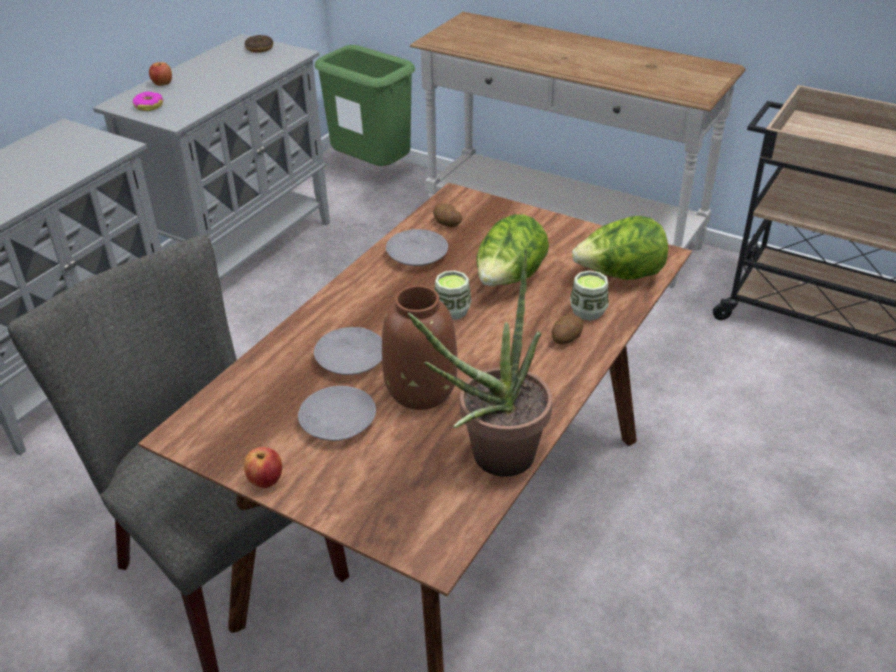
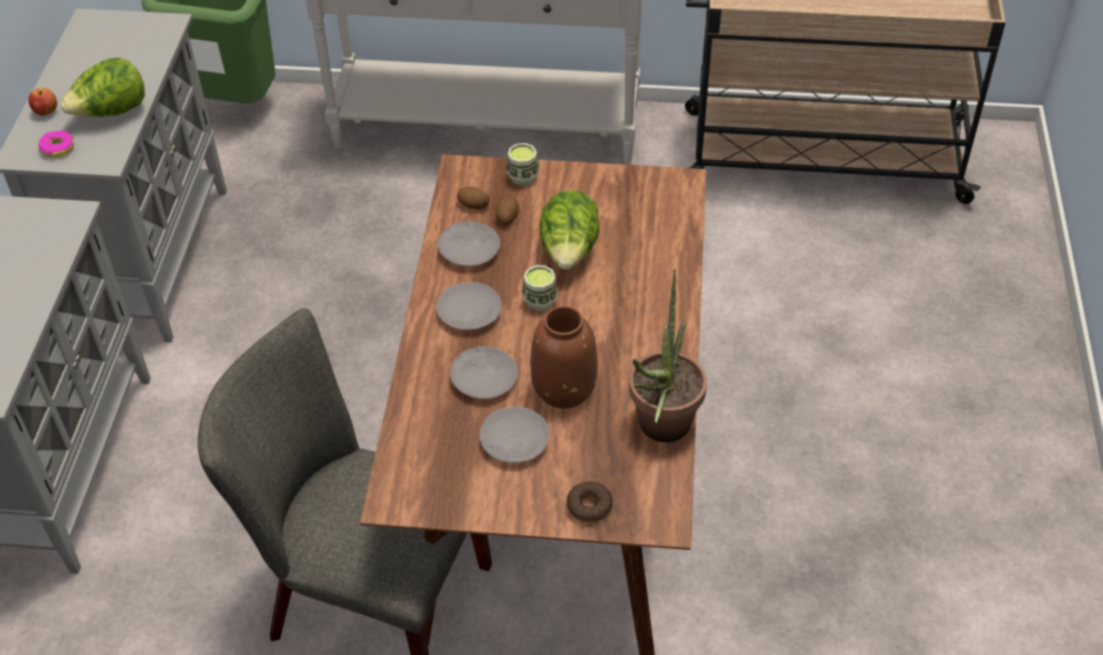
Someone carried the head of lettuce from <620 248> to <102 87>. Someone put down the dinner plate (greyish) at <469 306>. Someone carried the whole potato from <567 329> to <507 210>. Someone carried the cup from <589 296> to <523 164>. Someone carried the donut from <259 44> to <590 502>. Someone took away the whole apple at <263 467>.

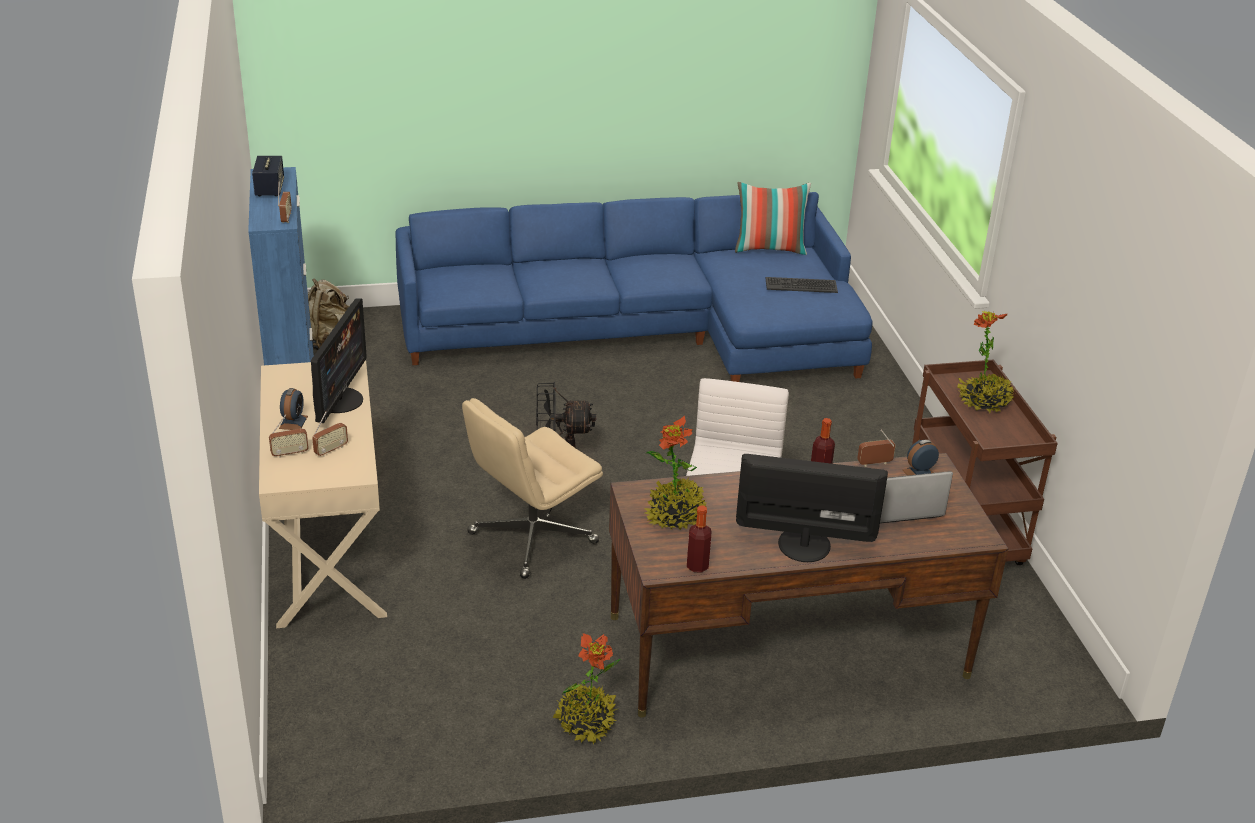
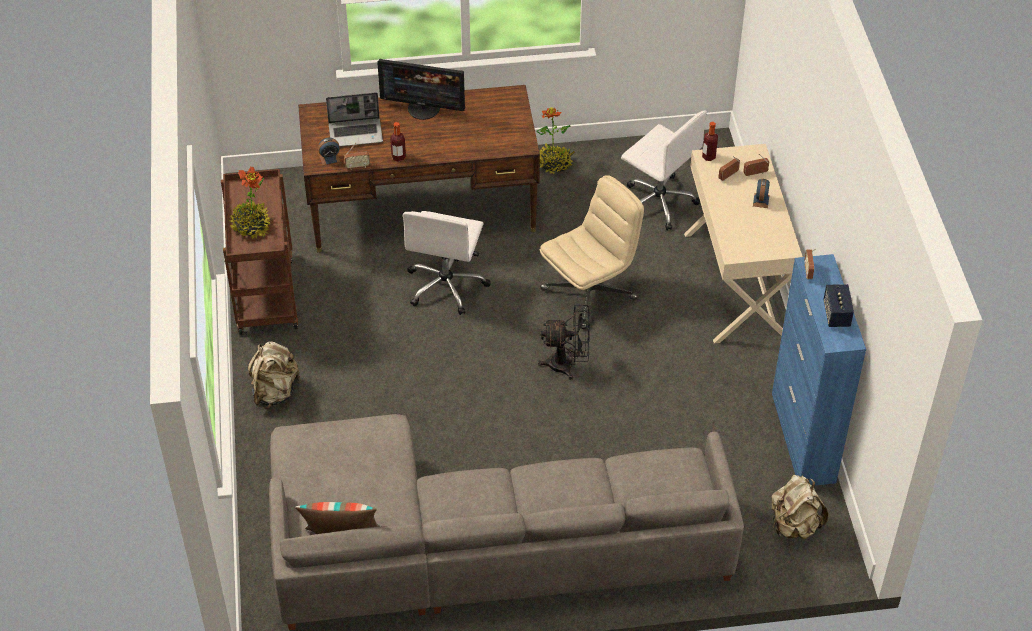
Someone put down the rucksack (beige-coloured) at <274 375>. Someone repainted the settee (blue-coloured) at <634 287>, which became the settee (greyish) at <506 522>. Someone put down the office chair (white) at <664 170>. Someone carried the drink bottle from <699 539> to <710 141>. Someone took away the computer screen at <339 360>. Someone took away the potted plant at <675 473>. Someone took away the keyboard at <802 285>.

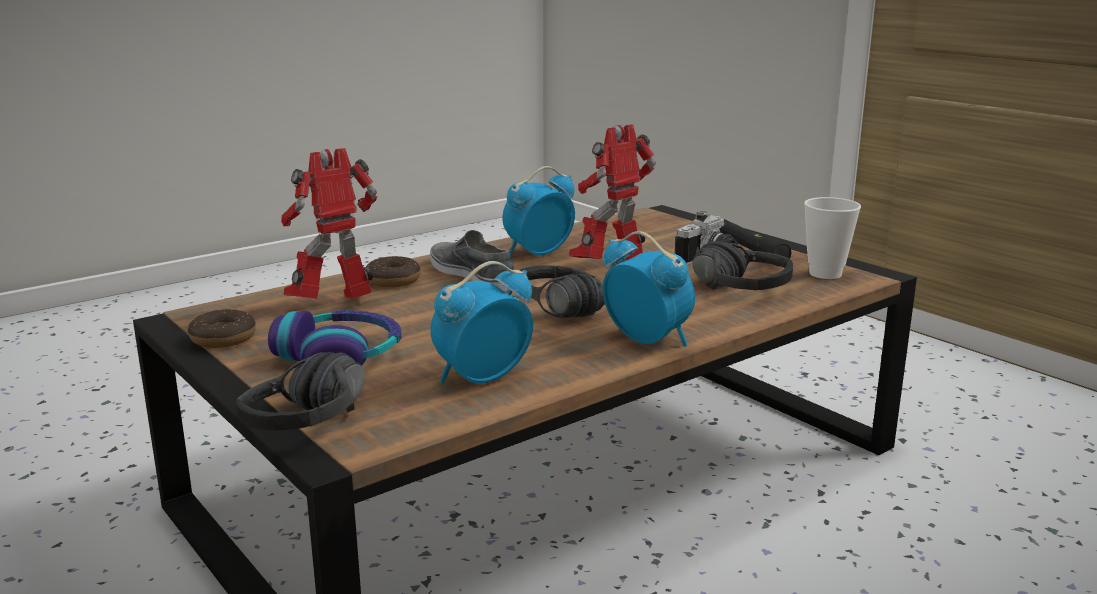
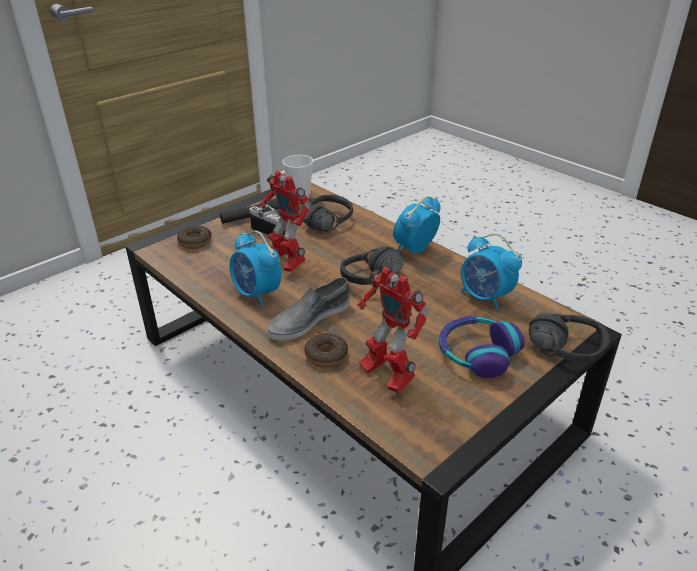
Someone carried the donut from <222 328> to <194 237>.

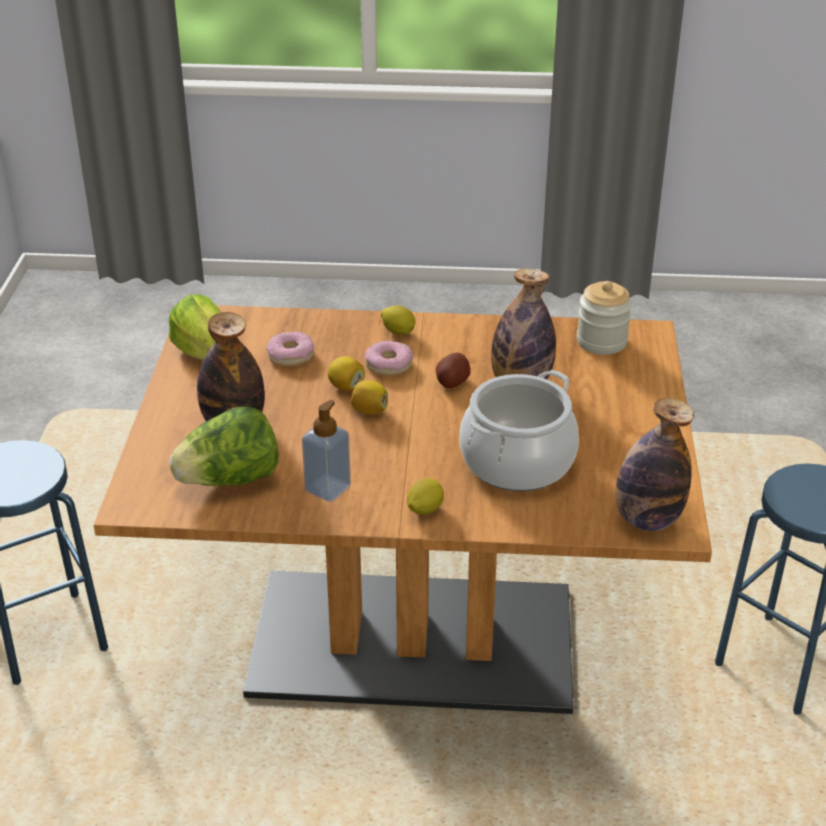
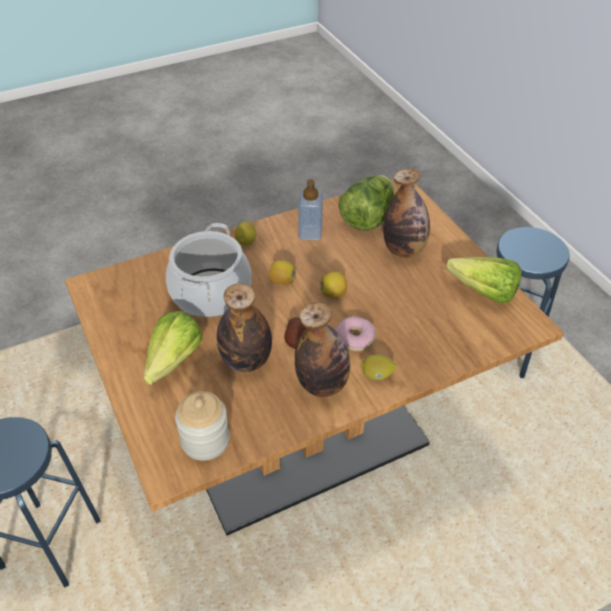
Someone put down the head of lettuce at <173 348>. Someone carried the lemon from <346 373> to <282 272>. Someone carried the drink bottle from <655 464> to <322 349>. Someone took away the donut at <290 349>.

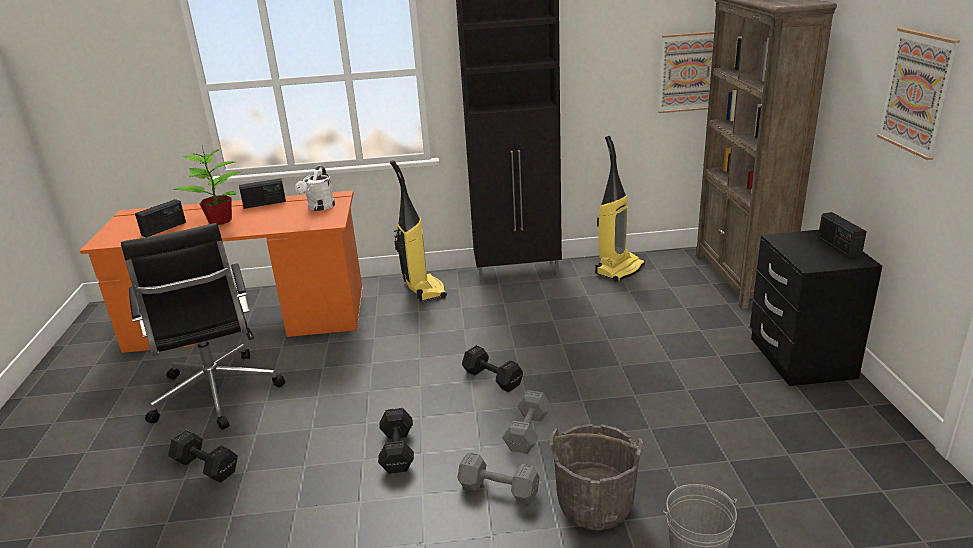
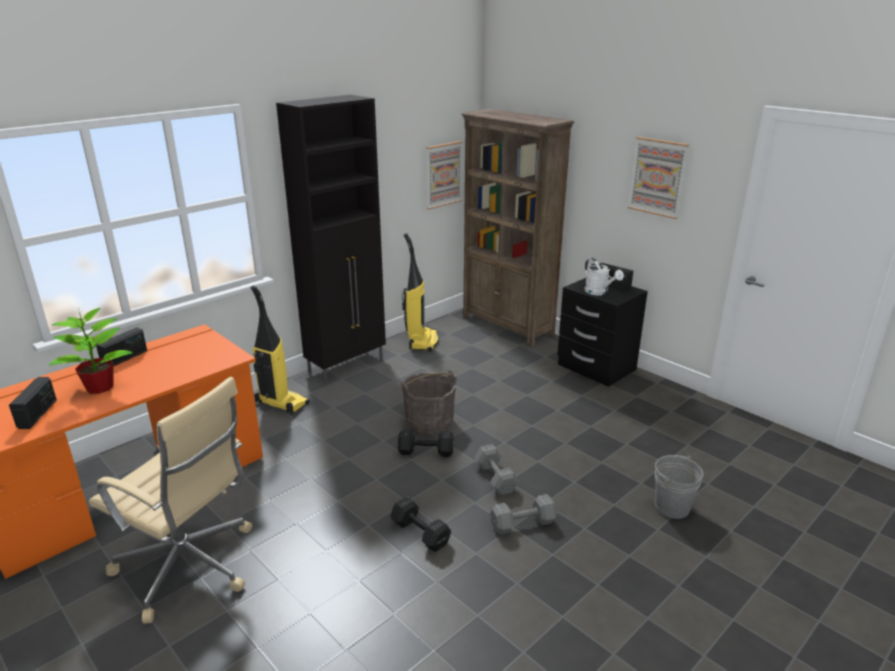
Someone repainted the office chair (blackish) at <203 326>, which became the office chair (beige-coloured) at <170 500>. Someone carried the pail (greyish) from <596 477> to <428 402>. Someone carried the watering can (white) from <315 188> to <604 277>. Someone took away the hand weight (blackish) at <203 456>.

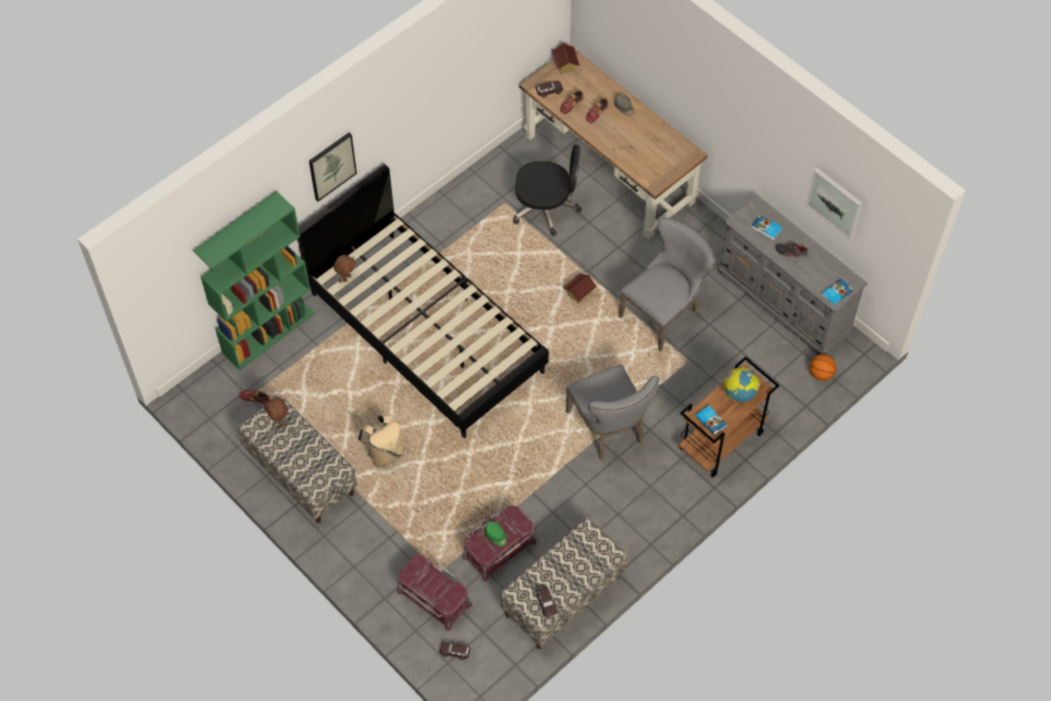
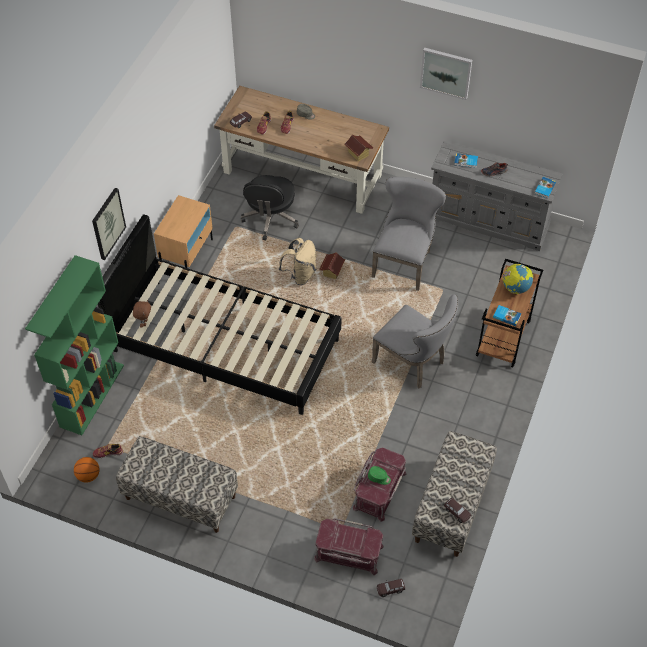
Someone carried the basketball ball from <822 367> to <87 470>. Someone put down the night table (beige-coloured) at <183 231>. Someone rotated the office chair (blackish) at <547 190> by 120 degrees clockwise. Someone carried the rucksack (beige-coloured) from <381 441> to <298 261>. Someone carried the miniature house from <566 58> to <359 148>. Someone carried the wall art from <834 204> to <446 73>. Someone took away the soft toy (brown-coloured) at <276 411>.

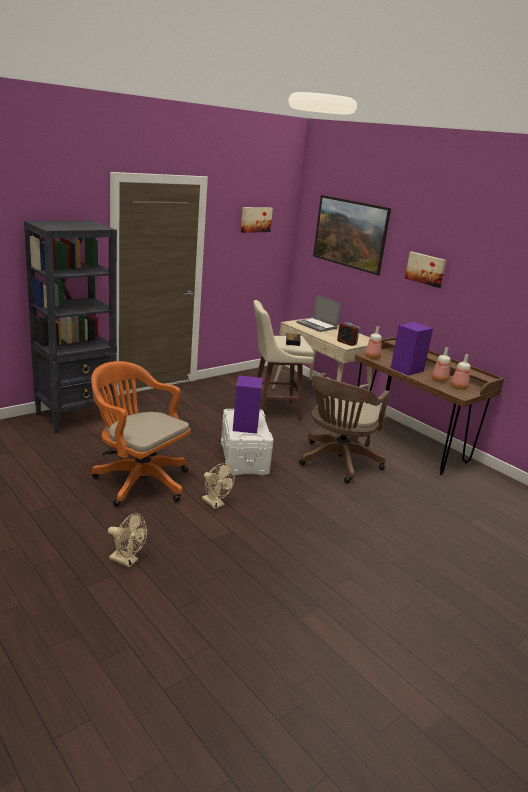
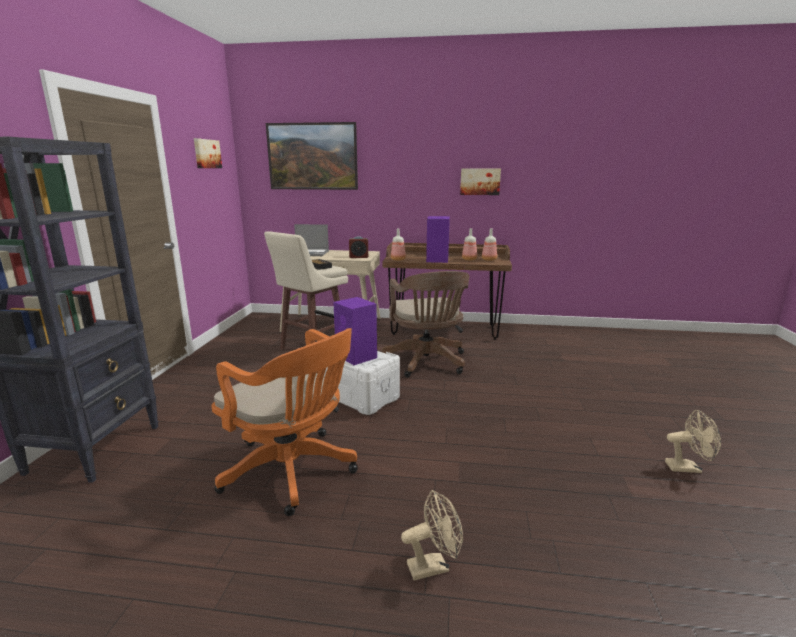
Someone rotated the office chair (orange) at <141 434> by 135 degrees counterclockwise. Someone carried the wall art from <425 270> to <480 181>. Someone carried the cooling fan (beige-coloured) from <218 486> to <693 441>.

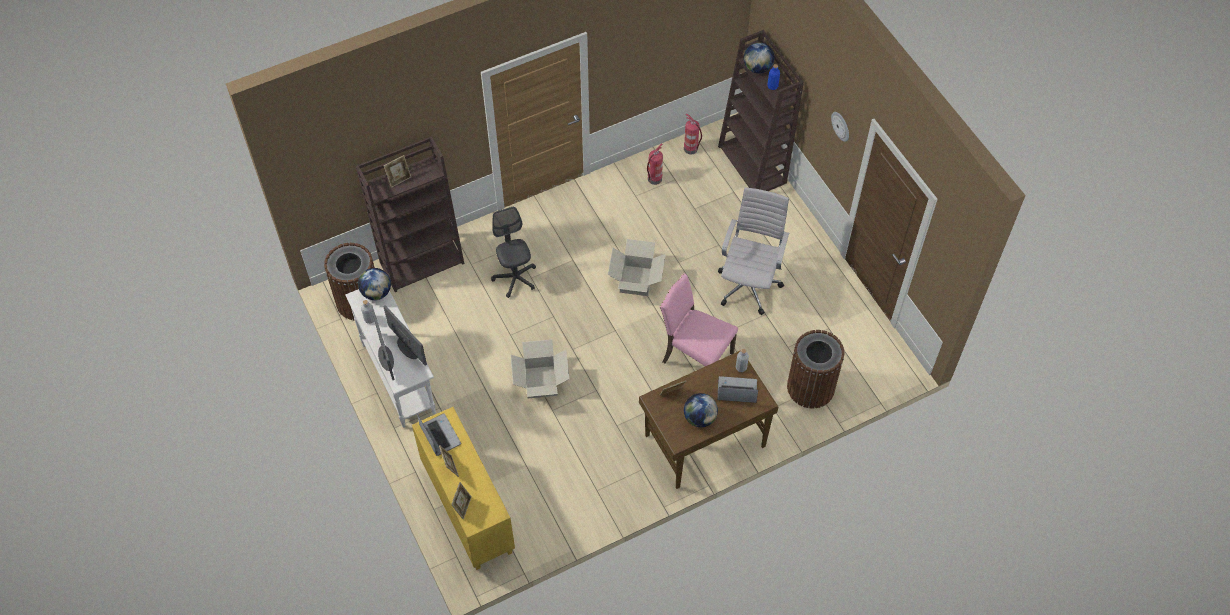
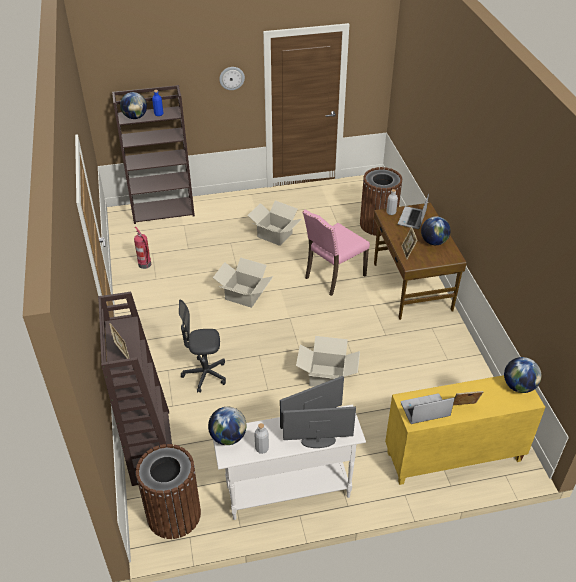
Someone swapped the office chair (white) at <753 251> for the carton at <275 223>. Someone put down the desk globe at <523 375>. Someone took away the standing frame at <461 500>. Someone took away the extinguisher at <693 134>.

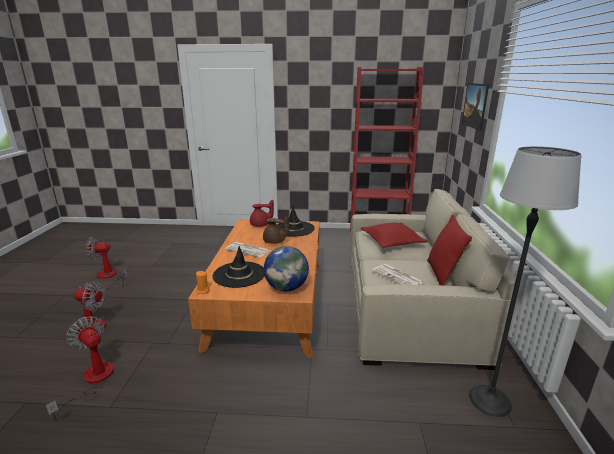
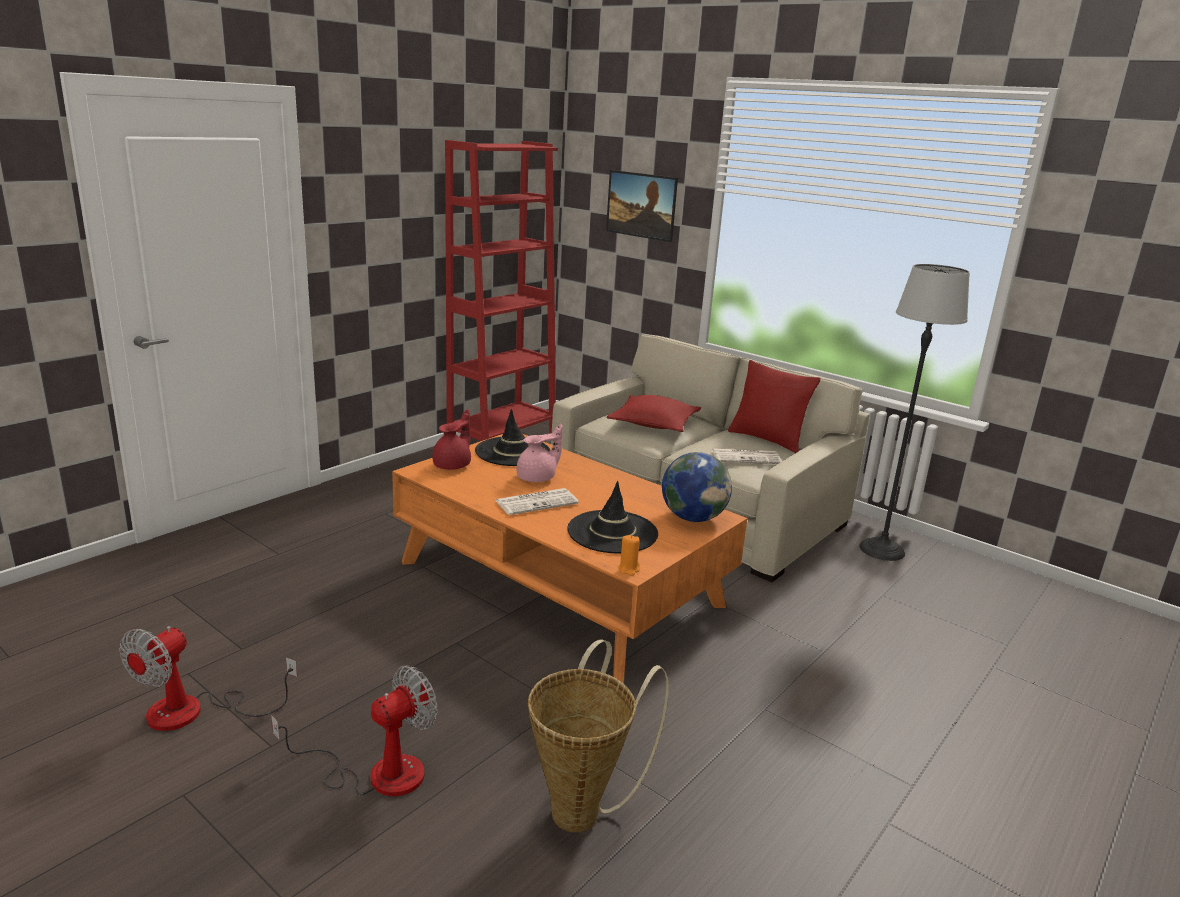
Someone repainted the pot for tea (brown-coloured) at <276 230>, which became the pot for tea (pink) at <539 453>. Someone swapped the cooling fan at <80 368> for the storage basket at <598 735>.

